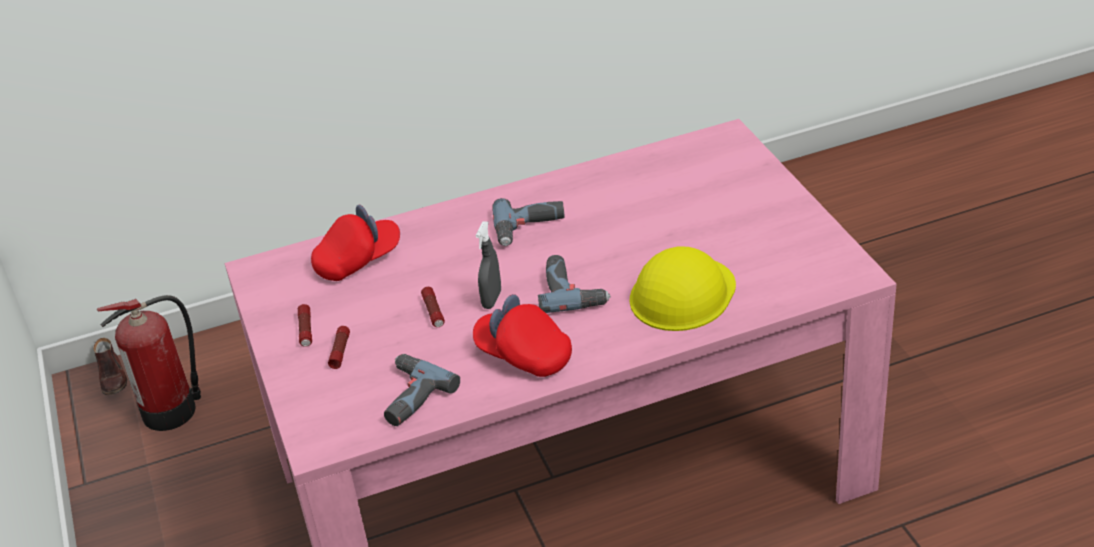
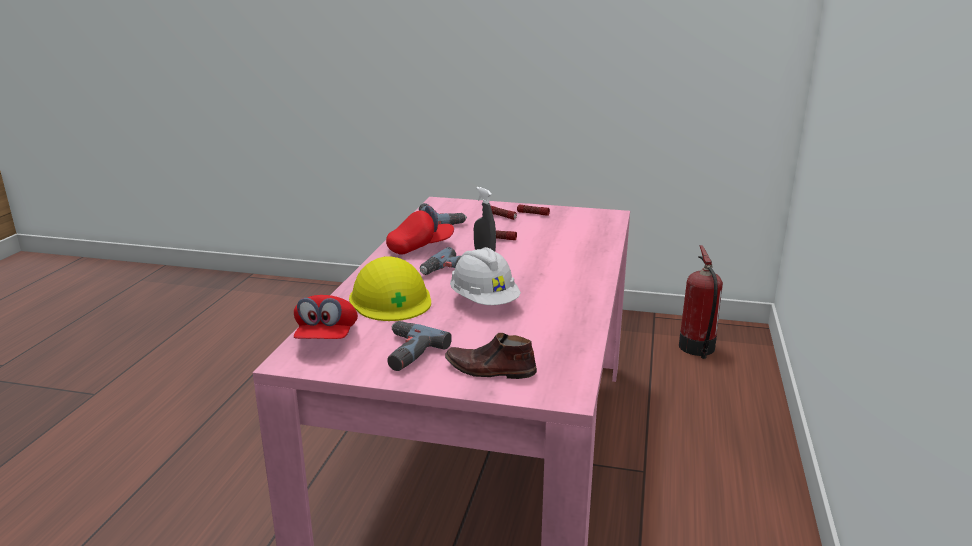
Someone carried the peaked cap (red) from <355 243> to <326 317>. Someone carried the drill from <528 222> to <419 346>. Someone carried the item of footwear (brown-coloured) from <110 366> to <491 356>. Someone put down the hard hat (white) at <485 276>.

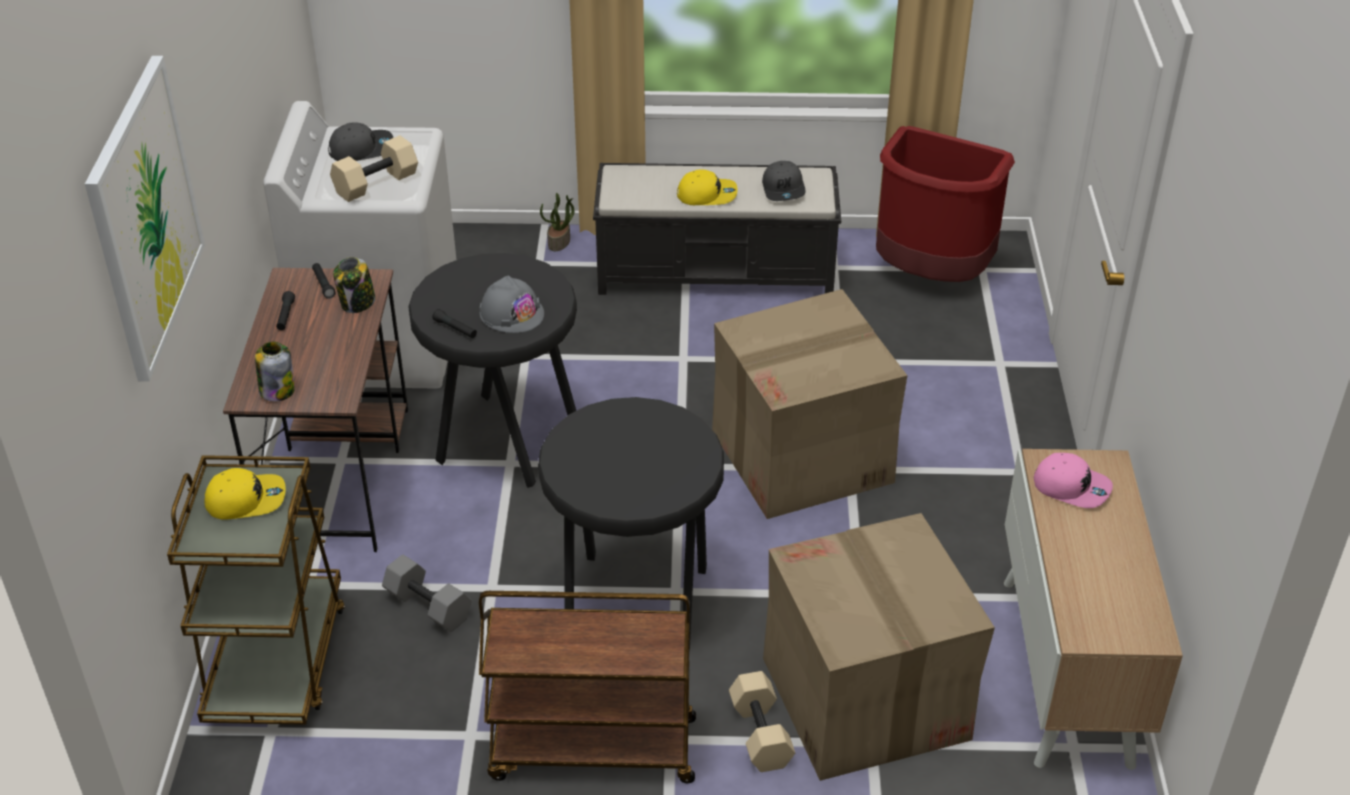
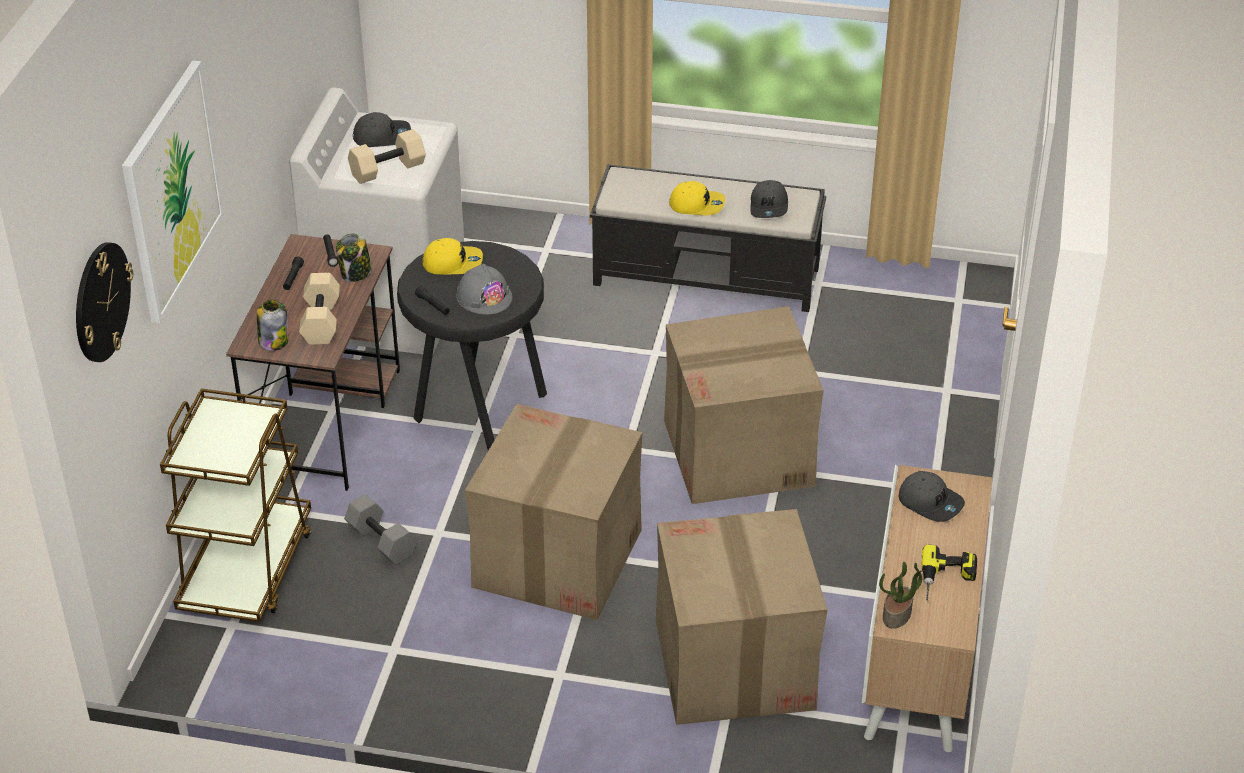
Someone put up the clock on the wall at <104 302>. Someone carried the hand weight (beige-coloured) from <762 721> to <319 309>. Someone carried the peaked cap (yellowish) from <245 494> to <452 256>. Someone swapped the stool (blackish) at <631 523> for the carton at <553 512>. Someone carried the potted plant from <557 222> to <901 595>. Someone repainted the peaked cap (pink) at <1073 480>, which became the peaked cap (greyish) at <932 496>. Someone put down the drill at <949 572>. Someone took away the wheeled cart (brown-coloured) at <587 687>. Someone took away the trash can (red) at <945 204>.

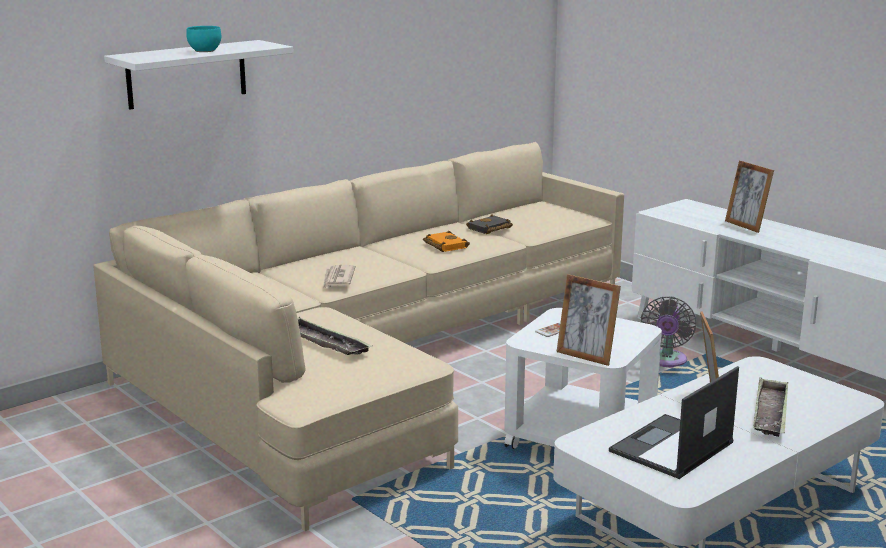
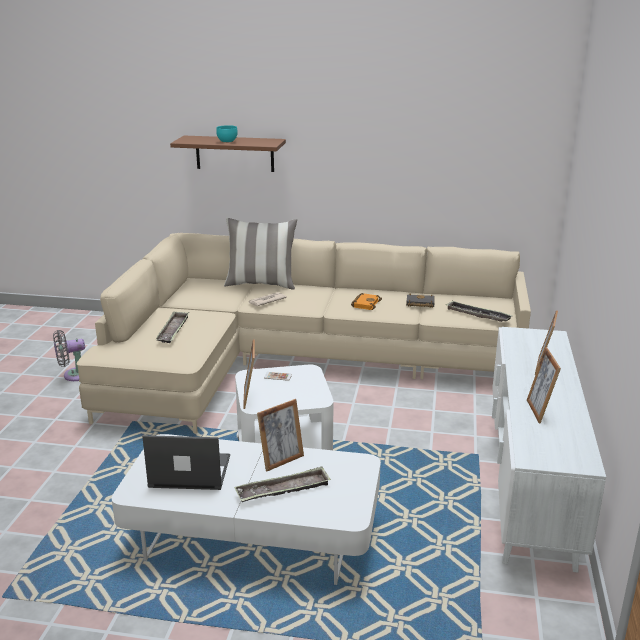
Someone carried the cooling fan (greyish) from <668 331> to <69 355>. Someone repainted the shelf (white) at <198 74>, which became the shelf (brown-coloured) at <228 154>. Someone put down the pillow at <260 254>. Someone put down the carrying tray at <479 311>. Someone put down the standing frame at <544 385>.

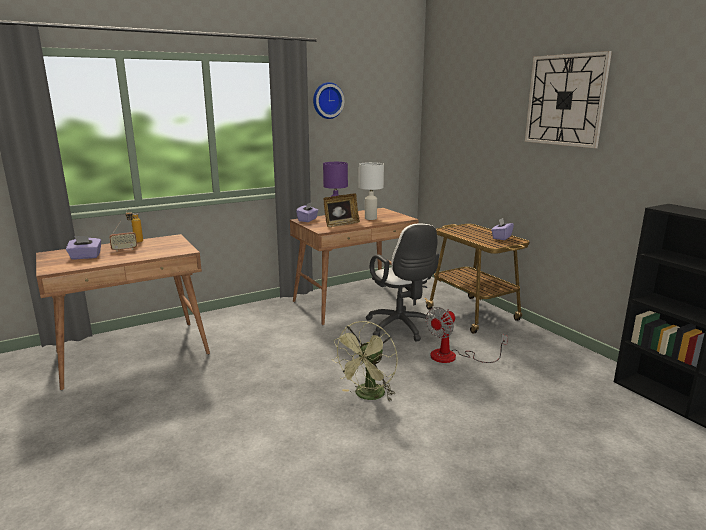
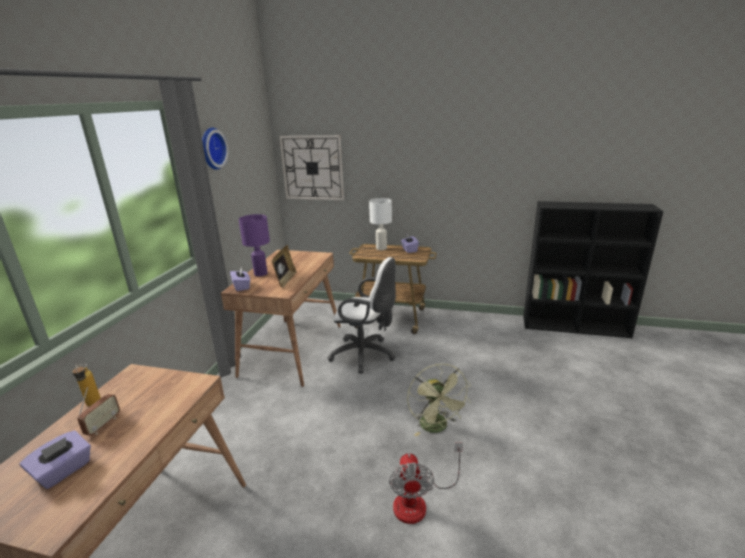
Someone carried the clock on the wall from <568 99> to <311 167>. Someone carried the table lamp (white) from <371 191> to <380 224>. Someone carried the cooling fan from <467 335> to <426 483>.

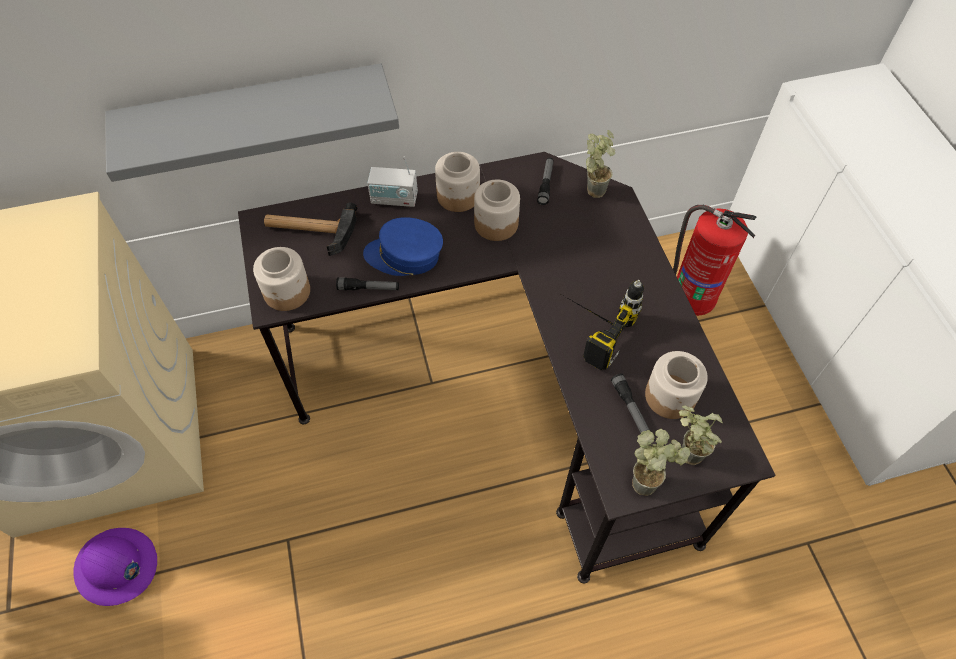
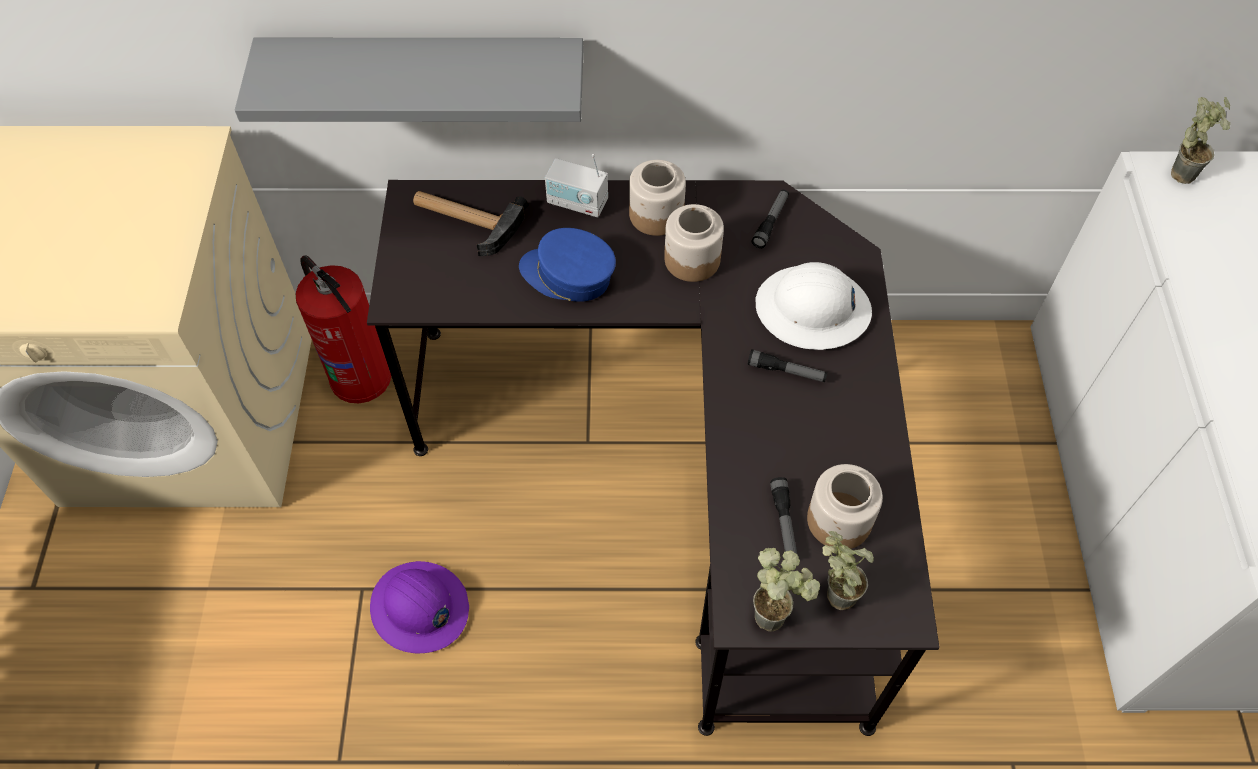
Someone carried the extinguisher from <715 260> to <343 329>. Someone carried the hard hat (purple-coloured) from <115 567> to <419 607>. Someone carried the flashlight from <367 283> to <787 365>. Someone put down the hard hat (white) at <814 306>. Someone carried the potted plant from <600 164> to <1200 140>. Someone took away the storage jar at <281 279>. Someone took away the drill at <604 324>.

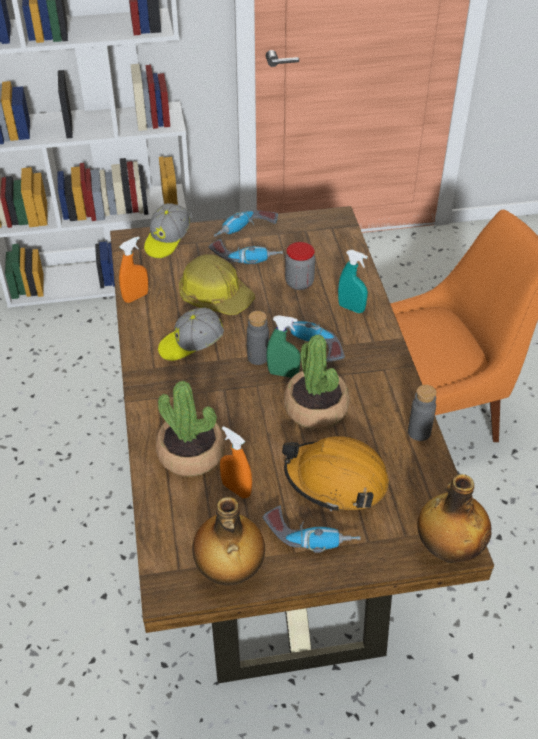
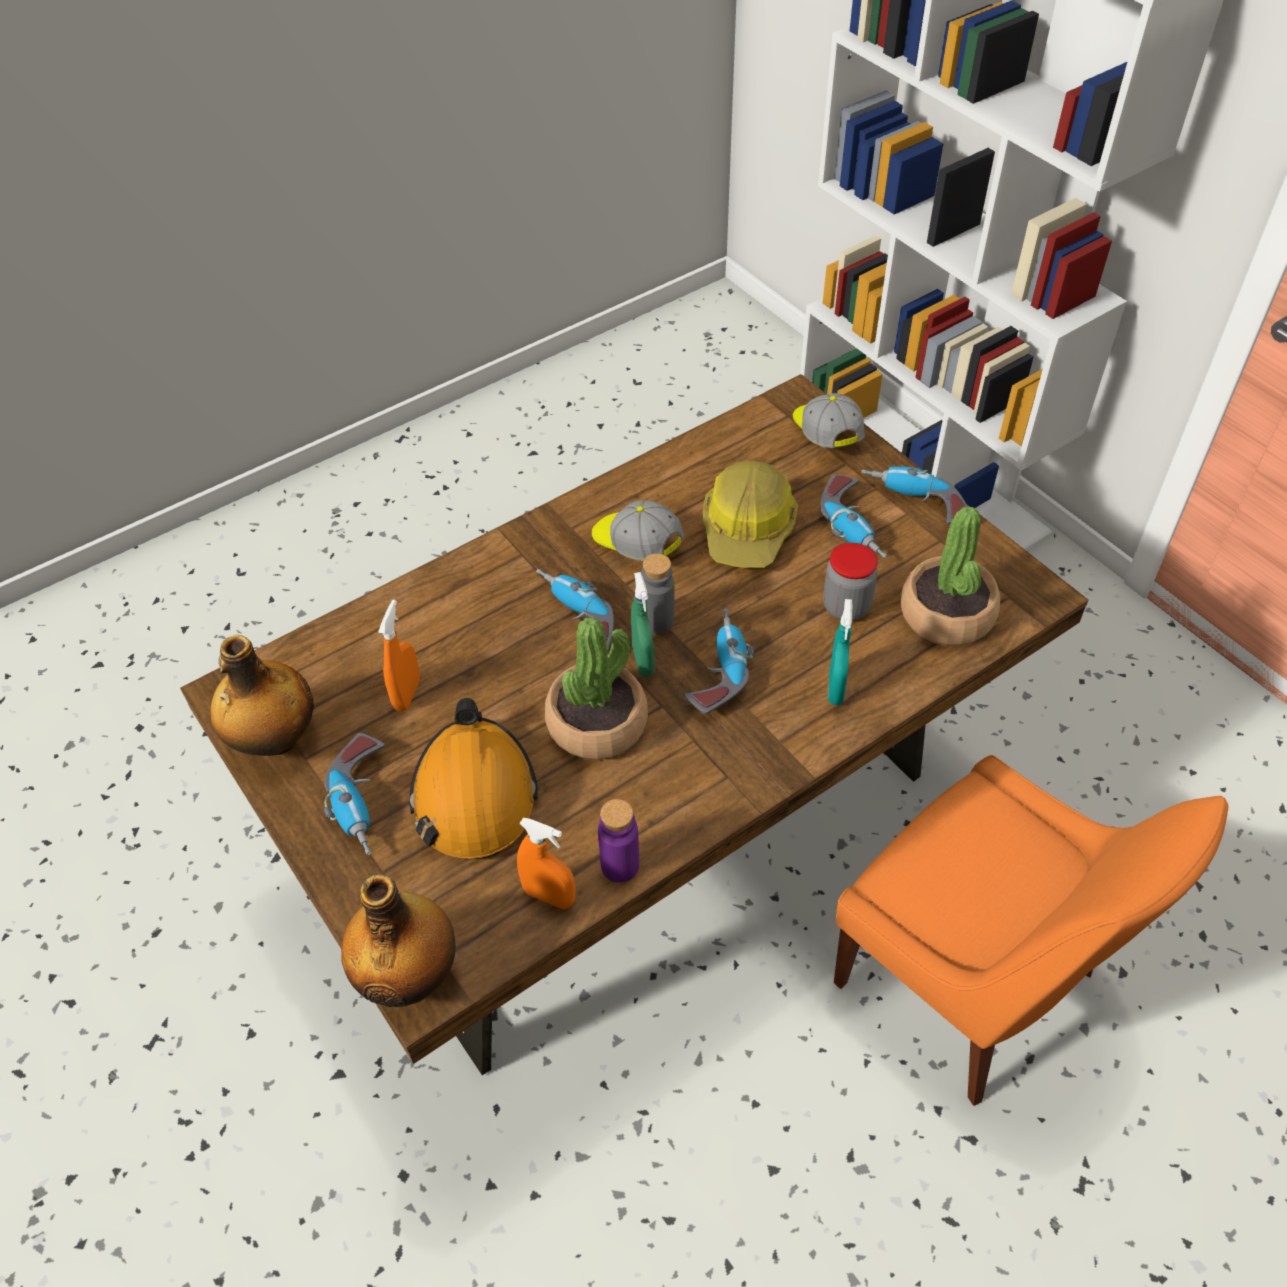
Someone carried the hand sprayer (orange) from <133 269> to <546 863>. Someone put down the drill at <575 610>. Someone repainted the drink bottle (greyish) at <422 413>, which became the drink bottle (purple-coloured) at <618 841>. Someone rotated the peaked cap at <167 230> by 75 degrees clockwise. Someone carried the potted plant from <190 429> to <950 576>.

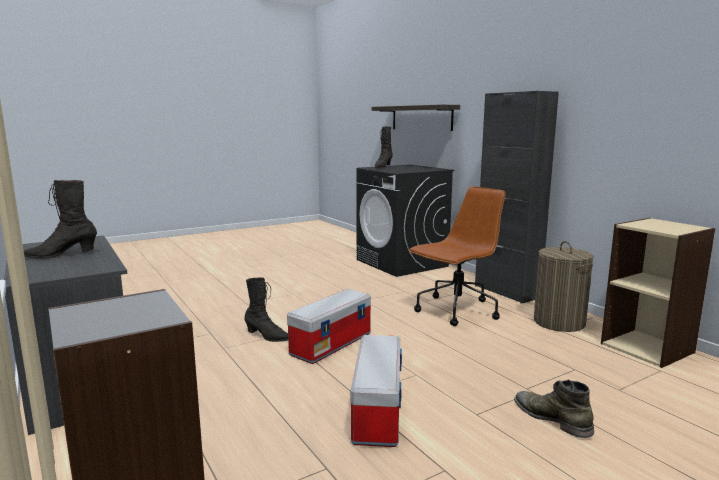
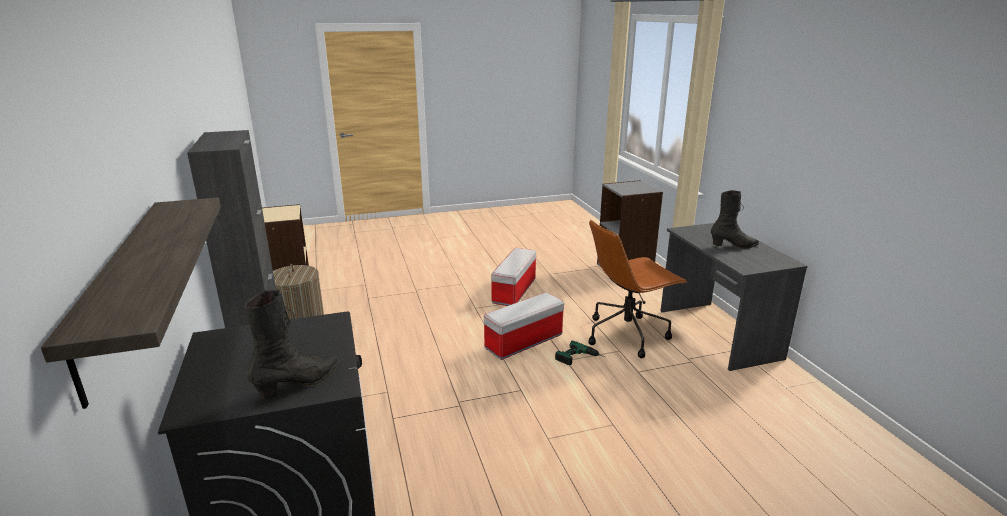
Someone swapped the tall boot (blackish) at <266 309> for the drill at <579 353>. Someone carried the office chair (brown-coloured) from <457 256> to <638 289>. Someone took away the tall boot (green) at <554 409>.

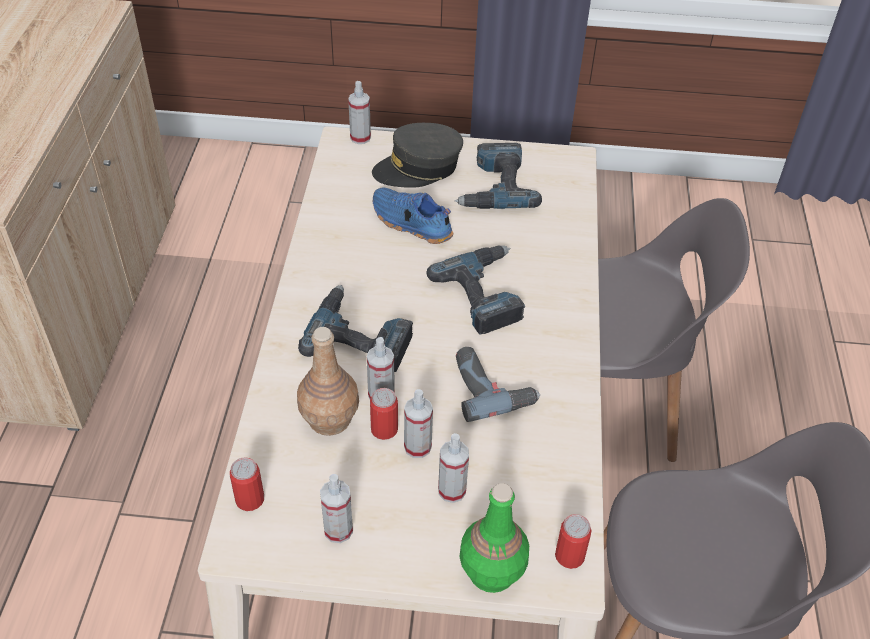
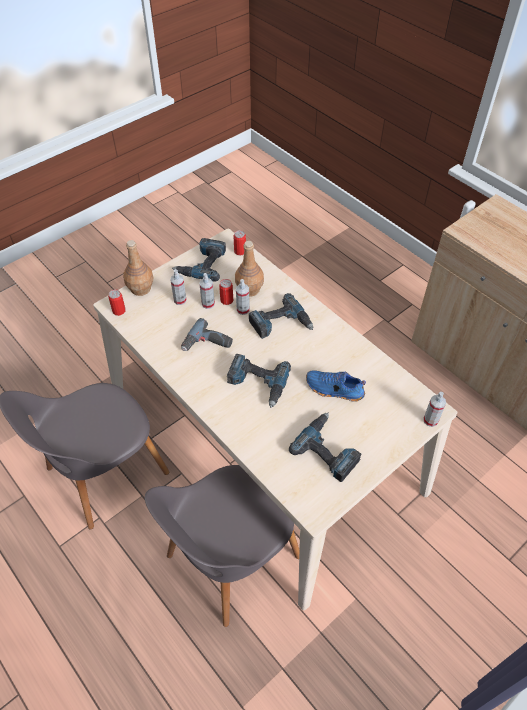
Someone repainted the drink bottle (green) at <494 538>, which became the drink bottle (brown-coloured) at <138 268>. Someone swapped the hand sprayer at <336 508> for the drill at <199 260>. Someone rotated the item of footwear (blue-coloured) at <413 216> by 150 degrees counterclockwise. Someone took away the peaked cap (greyish) at <417 155>.

